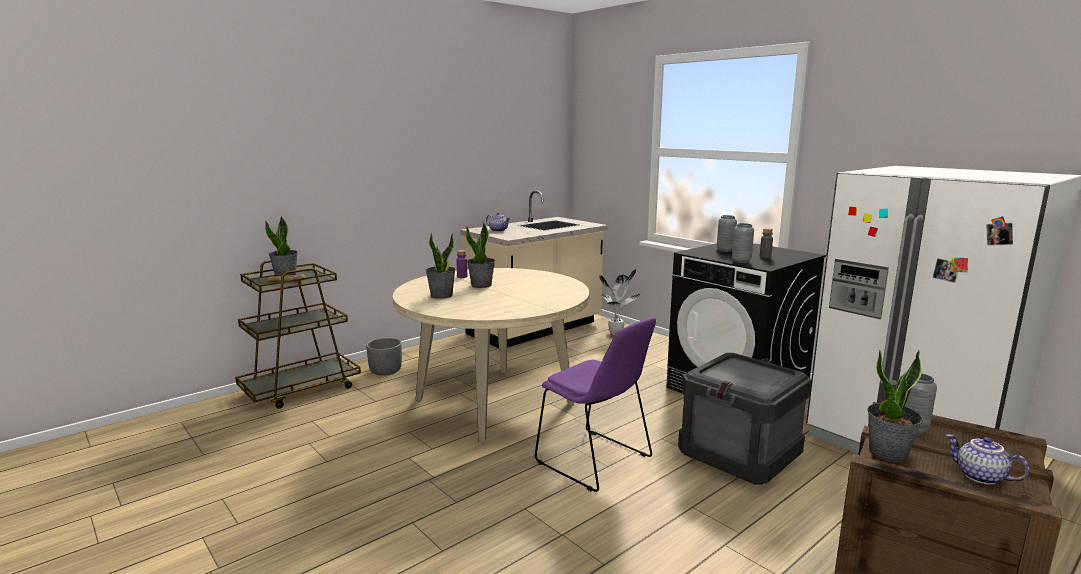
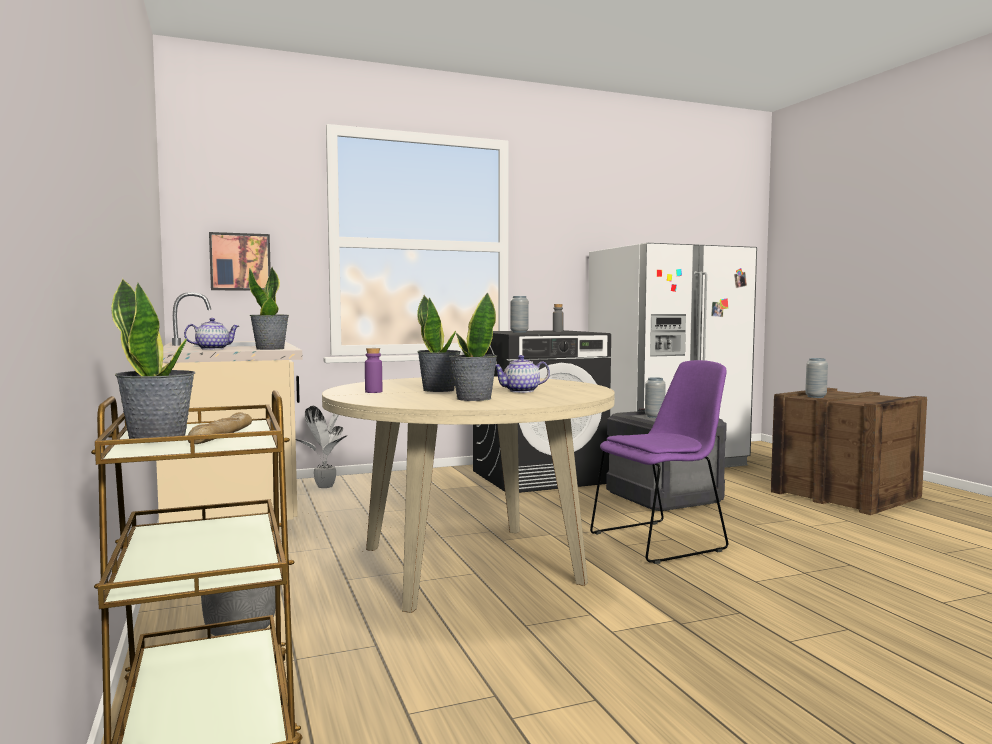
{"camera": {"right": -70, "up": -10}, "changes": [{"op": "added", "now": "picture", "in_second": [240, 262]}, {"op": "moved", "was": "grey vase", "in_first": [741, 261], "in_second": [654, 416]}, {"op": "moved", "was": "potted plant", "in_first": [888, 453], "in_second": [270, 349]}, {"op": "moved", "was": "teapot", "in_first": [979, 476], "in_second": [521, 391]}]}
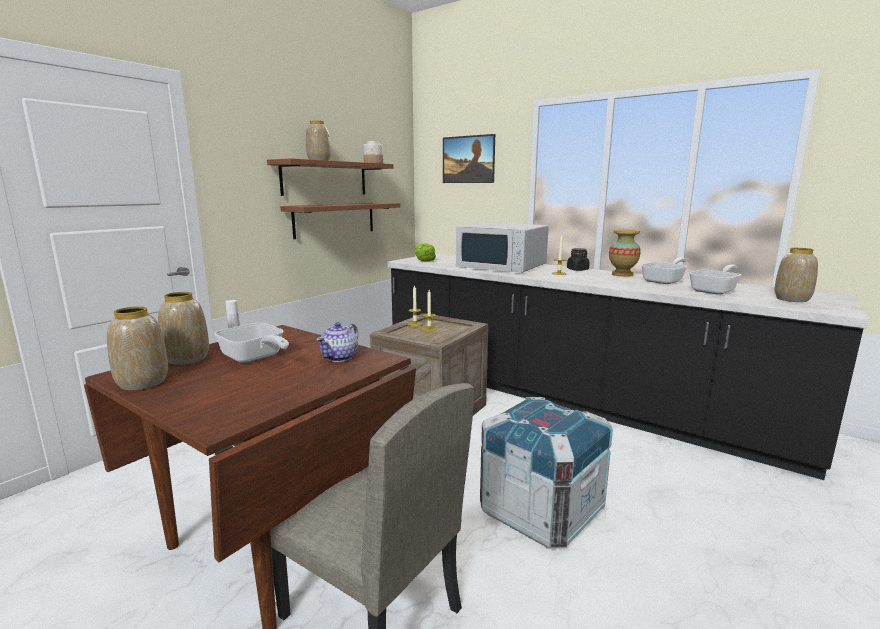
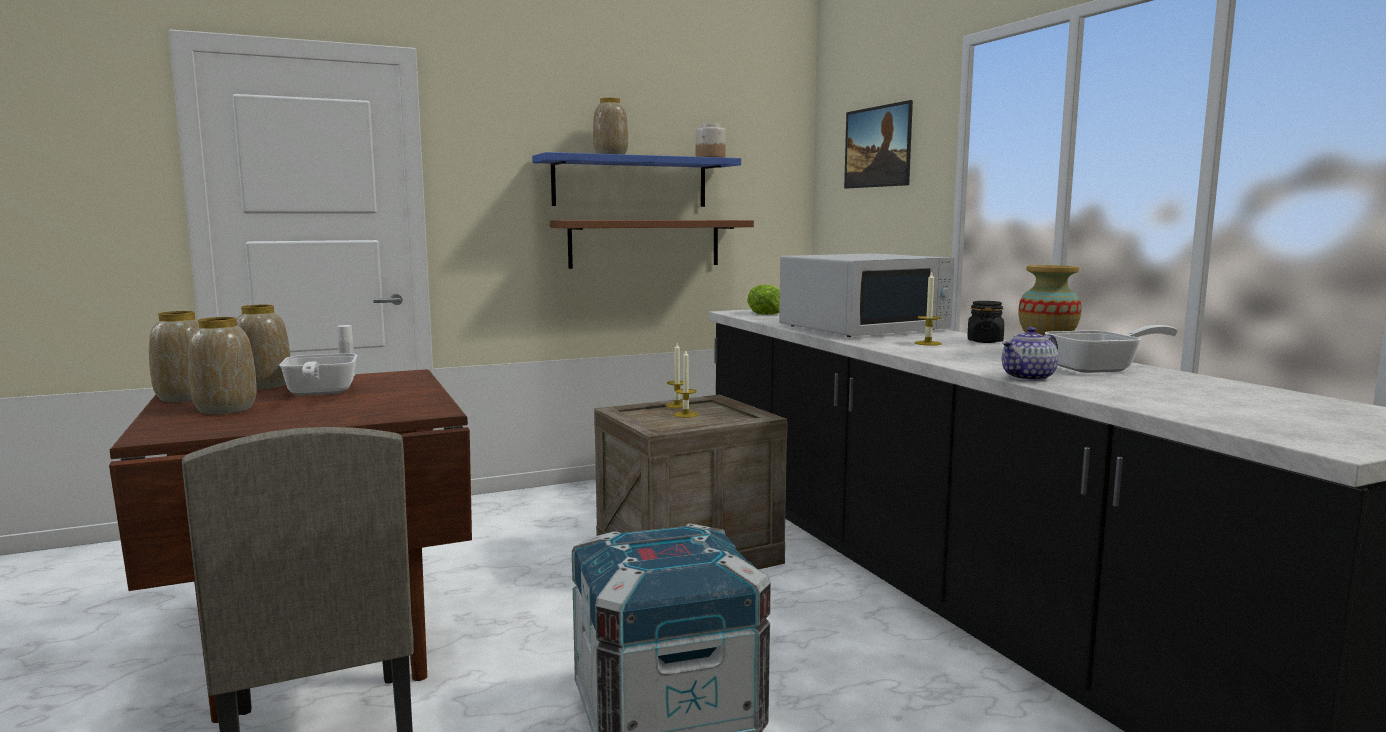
{"camera": {"right": 30, "up": -5}, "changes": [{"op": "removed", "was": "frying pan", "in_first": [715, 291]}, {"op": "moved", "was": "teapot", "in_first": [340, 357], "in_second": [1029, 377]}, {"op": "moved", "was": "vase", "in_first": [791, 299], "in_second": [225, 409]}, {"op": "recoloured", "was": "brown shelf", "now": "blue shelf", "in_first": [325, 178], "in_second": [630, 182]}, {"op": "turned", "was": "white microwave", "in_first": [502, 266], "in_second": [864, 328], "clockwise": -90}]}
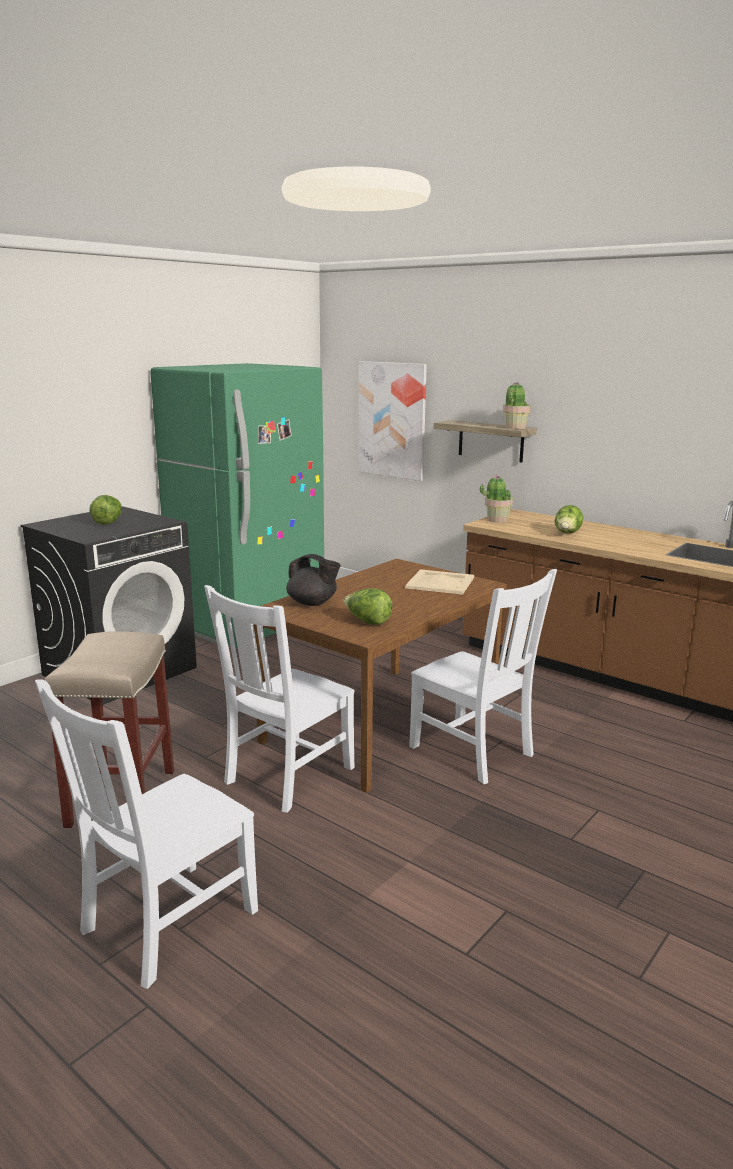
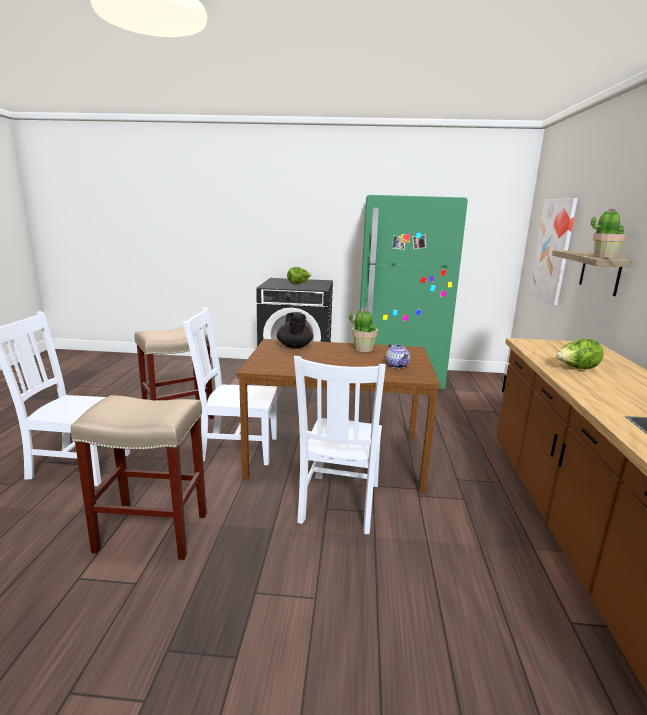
{"camera": {"right": 55, "up": 0}, "changes": [{"op": "removed", "was": "lettuce", "in_first": [367, 622]}, {"op": "added", "now": "beige stool", "in_second": [154, 532]}, {"op": "moved", "was": "potted plant", "in_first": [497, 520], "in_second": [363, 349]}, {"op": "replaced", "was": "beige tray", "now": "teapot", "in_first": [440, 582], "in_second": [397, 365]}]}
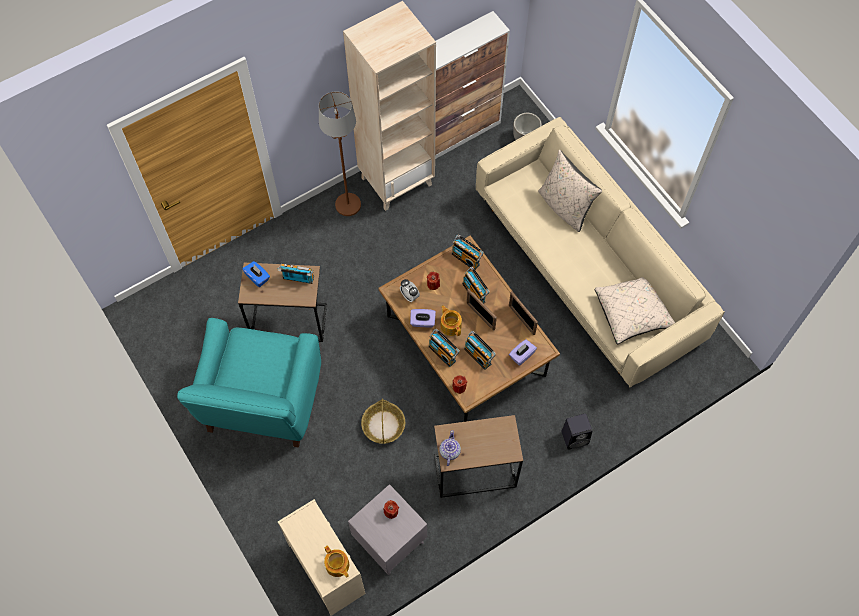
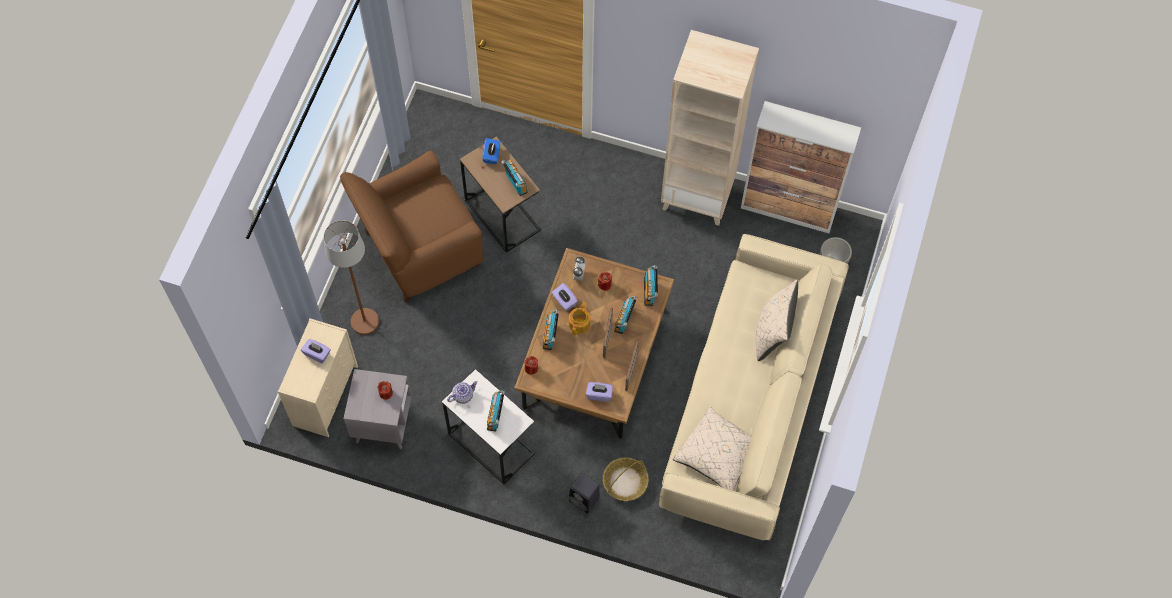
{"camera": {"right": 50, "up": 0}, "changes": [{"op": "removed", "was": "teapot", "in_first": [337, 565]}, {"op": "added", "now": "purple tissue box", "in_second": [317, 354]}, {"op": "moved", "was": "brown floor lamp", "in_first": [347, 205], "in_second": [364, 321]}, {"op": "moved", "was": "basket", "in_first": [383, 425], "in_second": [625, 482]}, {"op": "moved", "was": "radio", "in_first": [478, 355], "in_second": [496, 416]}, {"op": "recoloured", "was": "turquoise armchair", "now": "brown armchair", "in_first": [261, 403], "in_second": [418, 249]}, {"op": "recoloured", "was": "brown side table", "now": "white side table", "in_first": [474, 471], "in_second": [491, 443]}]}
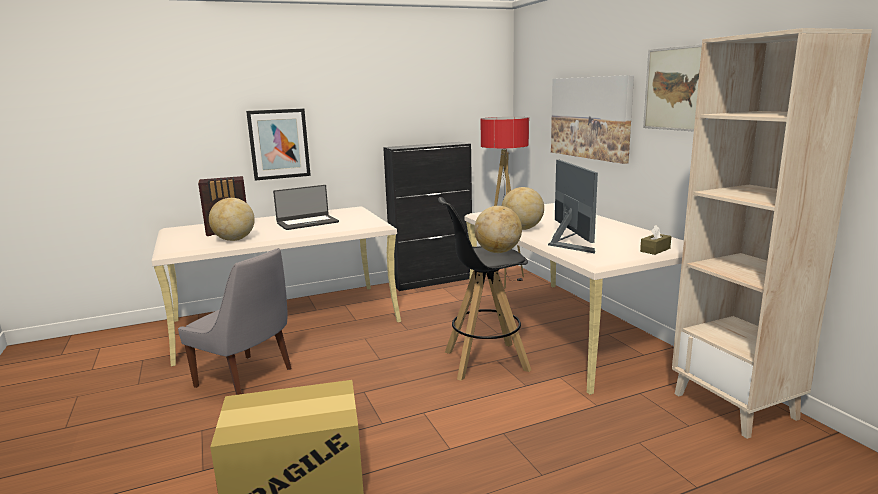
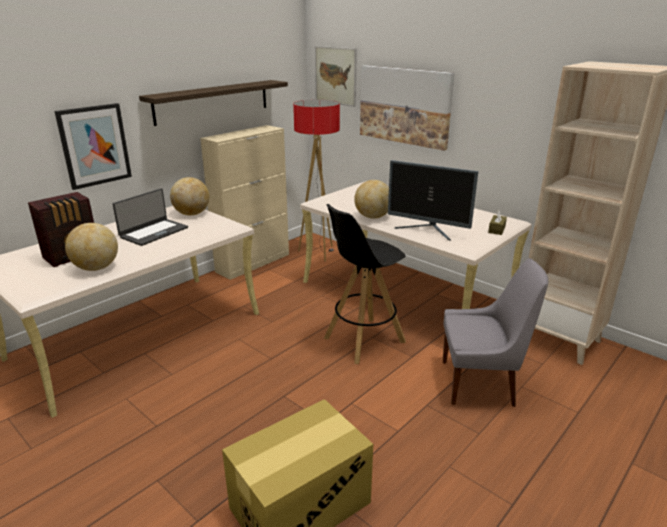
{"camera": {"right": -25, "up": 10}, "changes": [{"op": "added", "now": "shelf", "in_second": [213, 101]}, {"op": "moved", "was": "grey chair", "in_first": [247, 378], "in_second": [480, 383]}, {"op": "moved", "was": "globe", "in_first": [498, 252], "in_second": [192, 214]}, {"op": "moved", "was": "picture", "in_first": [676, 89], "in_second": [335, 76]}, {"op": "recoloured", "was": "black cabinet", "now": "beige cabinet", "in_first": [432, 281], "in_second": [253, 263]}, {"op": "turned", "was": "monitor", "in_first": [568, 244], "in_second": [428, 231], "clockwise": 150}]}
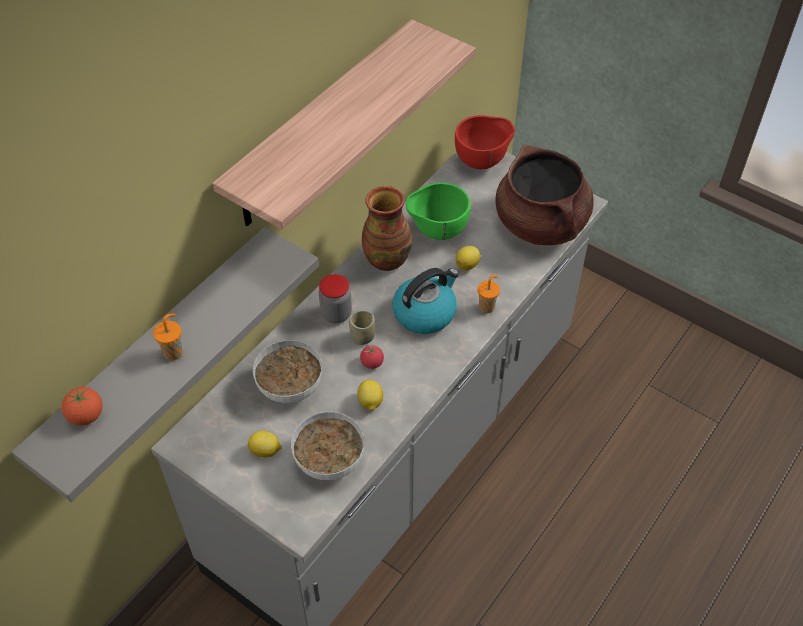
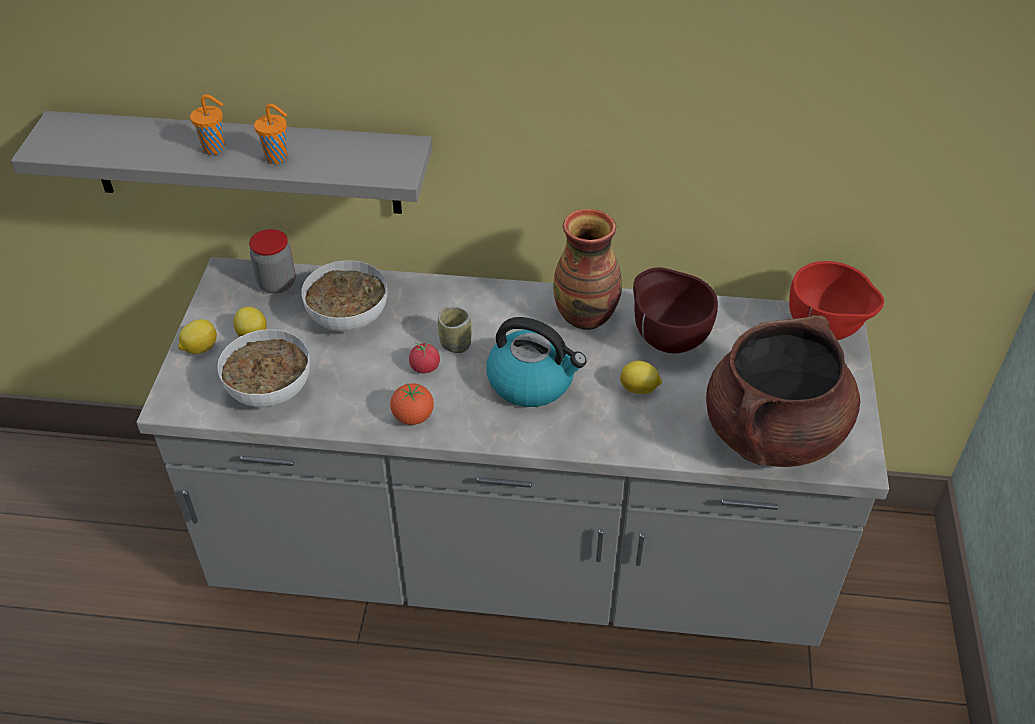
{"camera": {"right": 60, "up": -5}, "changes": [{"op": "removed", "was": "shelf", "in_first": [321, 126]}, {"op": "moved", "was": "tomato", "in_first": [86, 416], "in_second": [413, 417]}, {"op": "moved", "was": "jar", "in_first": [336, 314], "in_second": [277, 283]}, {"op": "moved", "was": "lemon", "in_first": [370, 402], "in_second": [200, 348]}, {"op": "moved", "was": "orange cup", "in_first": [487, 307], "in_second": [278, 158]}, {"op": "recoloured", "was": "green bowl", "now": "brown bowl", "in_first": [436, 232], "in_second": [667, 340]}]}
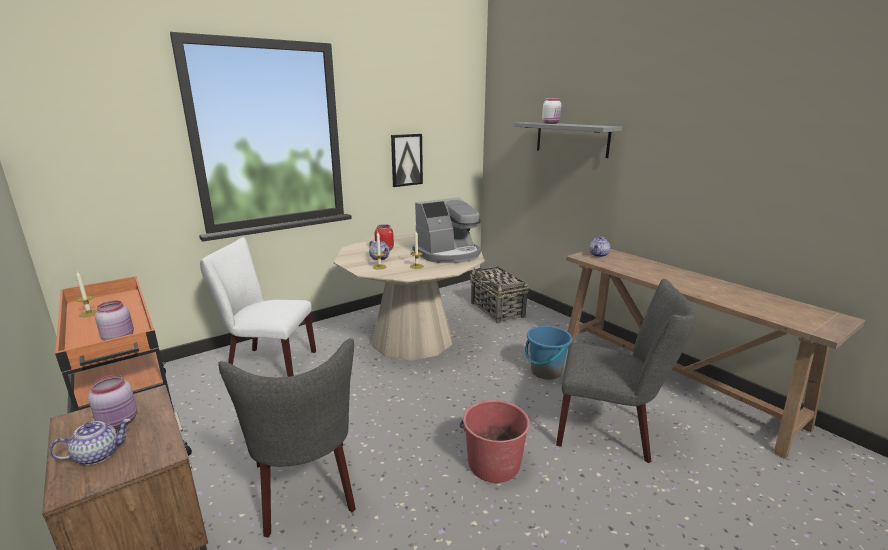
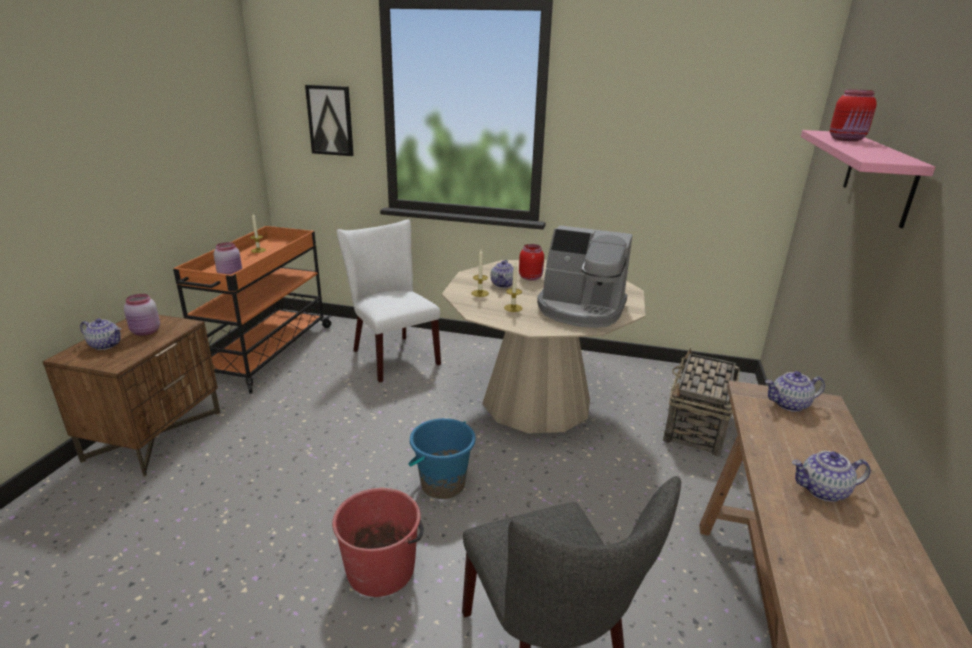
{"camera": {"right": 50, "up": 5}, "changes": [{"op": "removed", "was": "grey chair", "in_first": [307, 491]}, {"op": "added", "now": "teapot", "in_second": [823, 491]}, {"op": "moved", "was": "picture", "in_first": [406, 160], "in_second": [330, 120]}, {"op": "moved", "was": "blue bucket", "in_first": [545, 371], "in_second": [442, 484]}, {"op": "recoloured", "was": "grey shelf", "now": "pink shelf", "in_first": [571, 139], "in_second": [878, 176]}, {"op": "recoloured", "was": "white jar", "now": "red jar", "in_first": [551, 123], "in_second": [847, 139]}]}
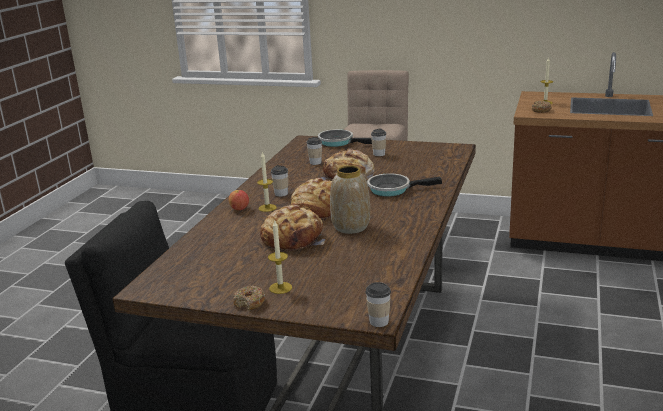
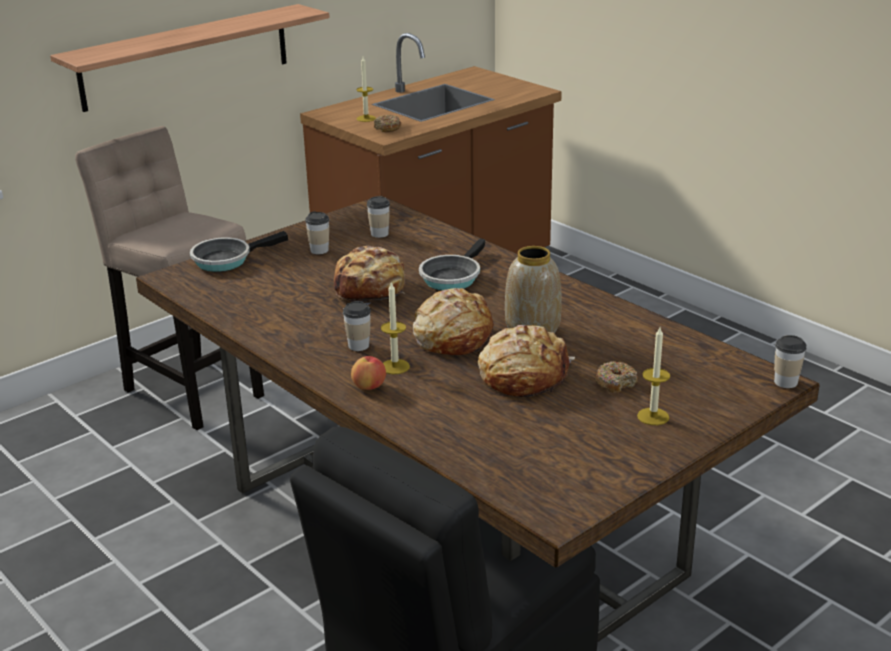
{"camera": {"right": -60, "up": 5}, "changes": [{"op": "added", "now": "shelf", "in_second": [186, 57]}, {"op": "moved", "was": "donut", "in_first": [250, 303], "in_second": [615, 383]}, {"op": "moved", "was": "cup", "in_first": [315, 162], "in_second": [379, 234]}]}
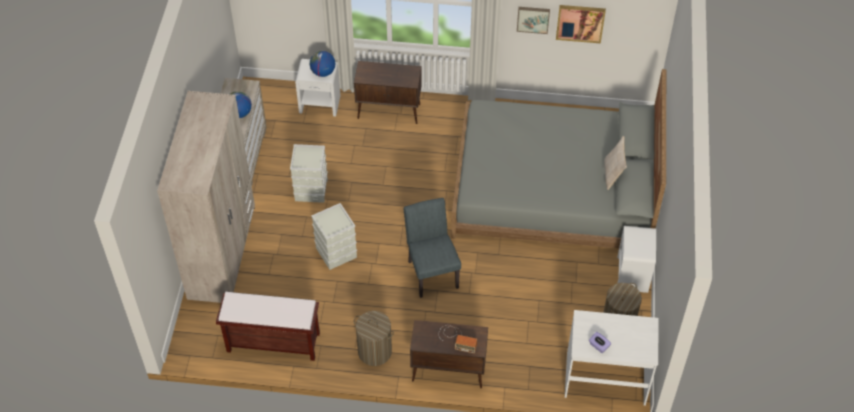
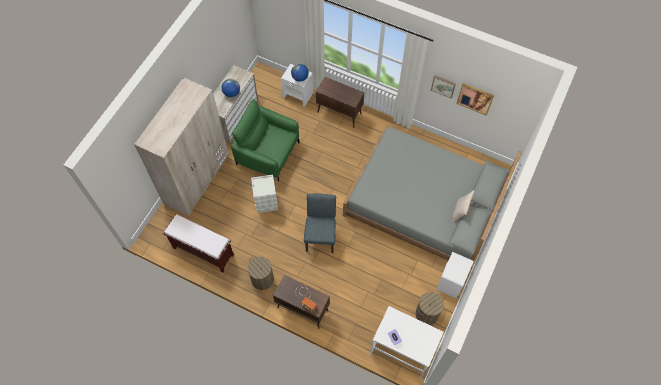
{"camera": {"right": 20, "up": 10}, "changes": [{"op": "replaced", "was": "grey storage box", "now": "green armchair", "in_first": [311, 189], "in_second": [268, 153]}]}
